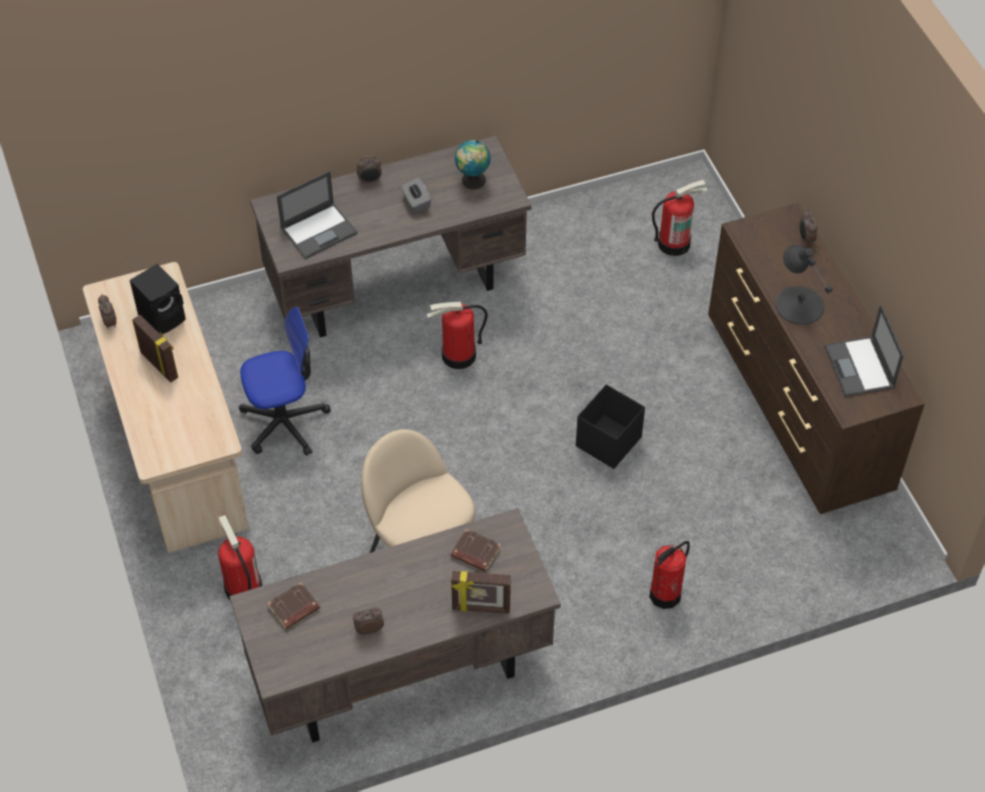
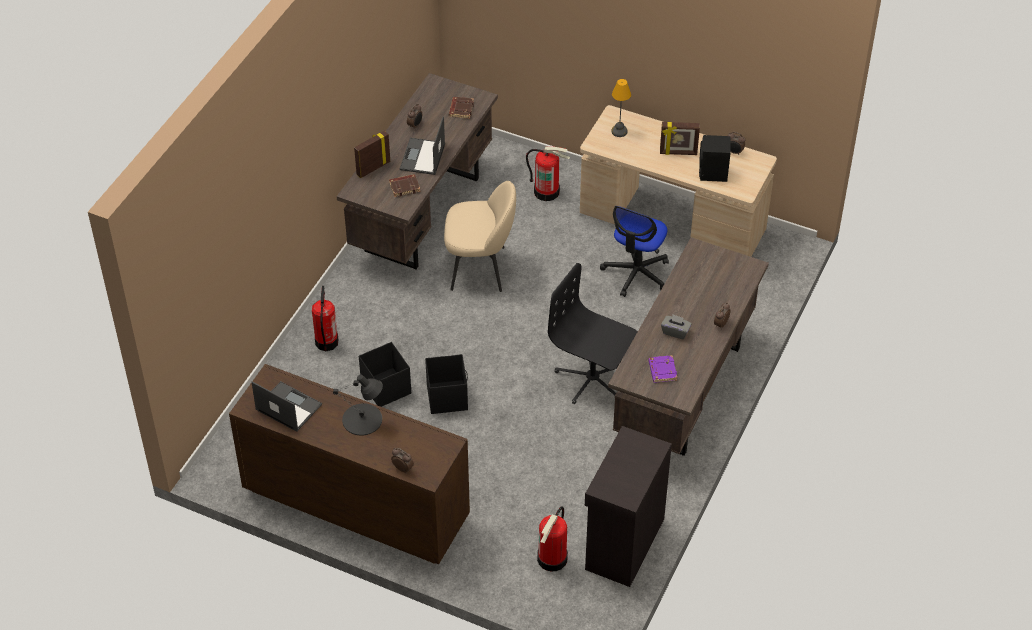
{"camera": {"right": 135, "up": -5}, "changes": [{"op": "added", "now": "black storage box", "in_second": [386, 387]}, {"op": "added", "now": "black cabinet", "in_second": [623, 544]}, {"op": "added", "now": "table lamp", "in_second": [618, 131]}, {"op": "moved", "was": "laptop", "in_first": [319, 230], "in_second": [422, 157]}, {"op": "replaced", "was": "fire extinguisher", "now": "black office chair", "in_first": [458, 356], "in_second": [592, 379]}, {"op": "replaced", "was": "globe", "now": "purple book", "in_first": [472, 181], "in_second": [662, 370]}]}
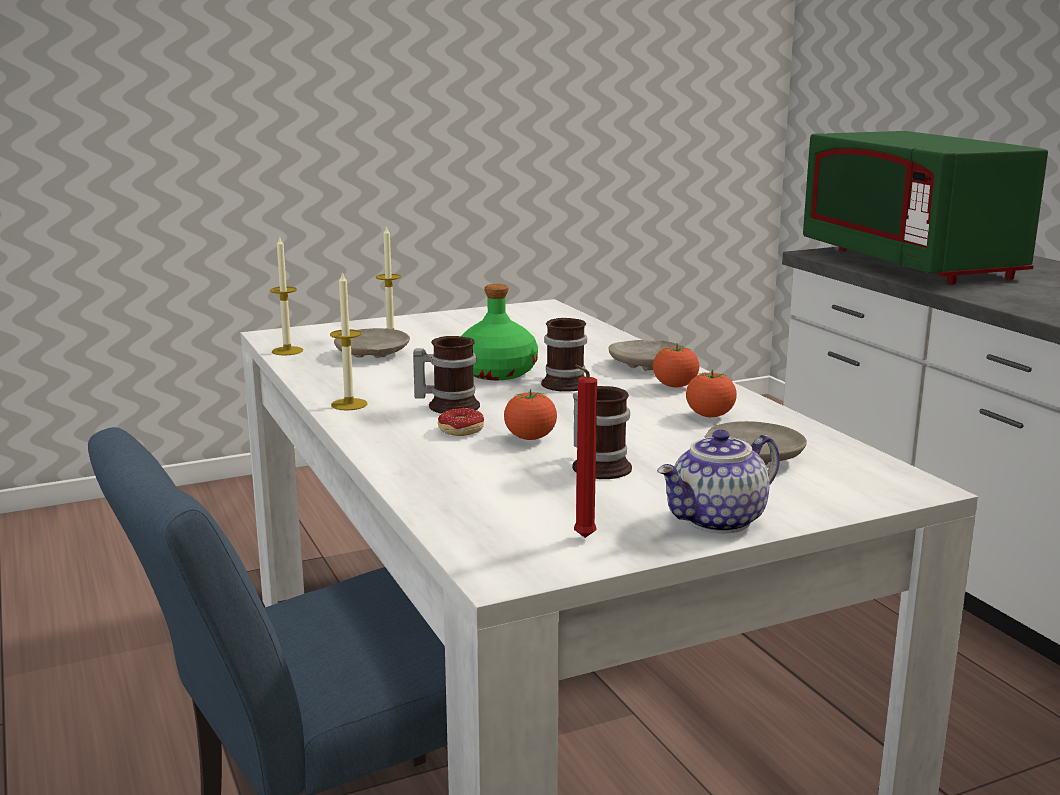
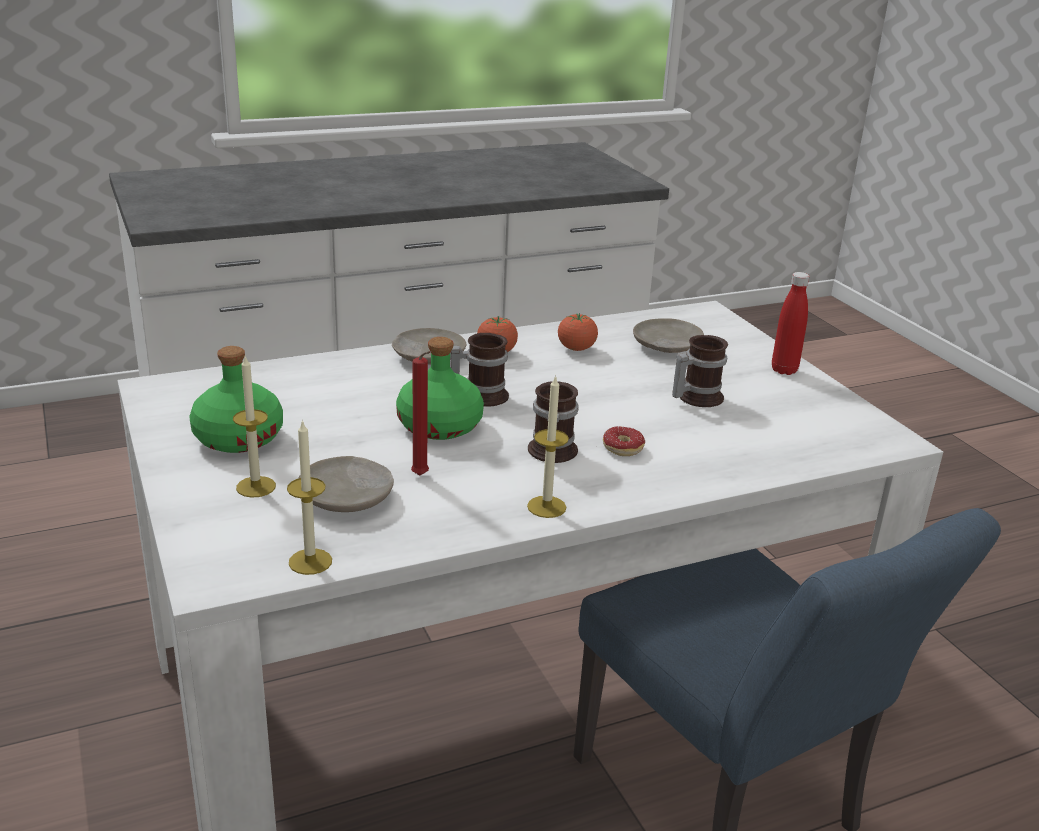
{"camera": {"right": -90, "up": 10}, "changes": [{"op": "removed", "was": "tomato", "in_first": [530, 438]}, {"op": "removed", "was": "green microwave", "in_first": [909, 263]}, {"op": "added", "now": "green bottle", "in_second": [238, 437]}, {"op": "moved", "was": "red candle", "in_first": [582, 539], "in_second": [421, 476]}, {"op": "replaced", "was": "teapot", "now": "red bottle", "in_first": [718, 521], "in_second": [784, 370]}]}
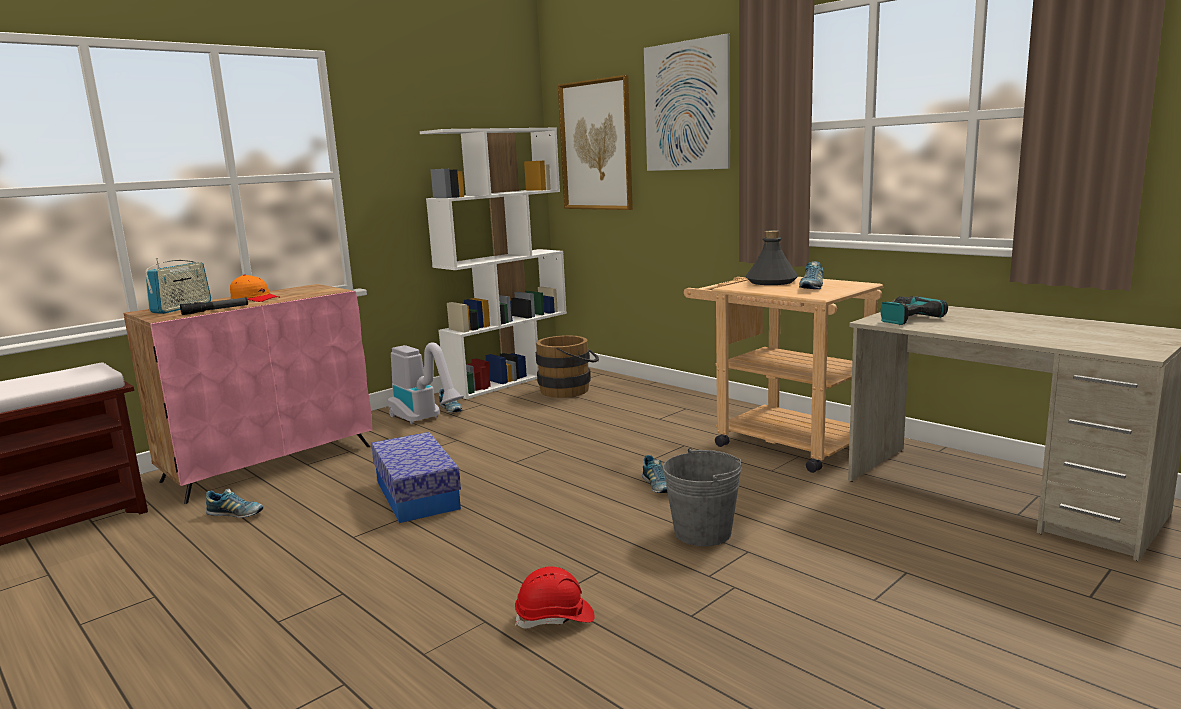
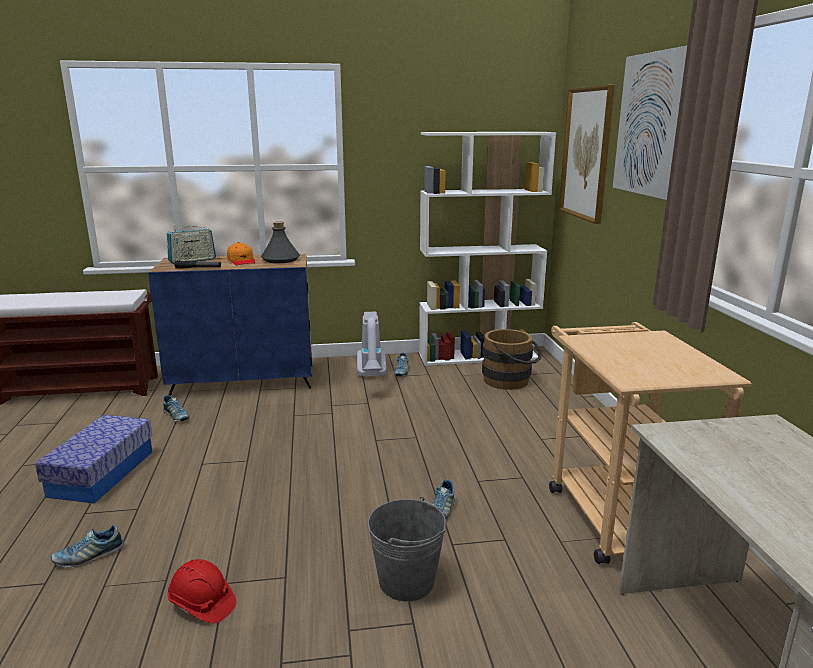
{"camera": {"right": 35, "up": 5}, "changes": [{"op": "removed", "was": "power drill", "in_first": [905, 318]}, {"op": "moved", "was": "storage box", "in_first": [417, 495], "in_second": [102, 473]}, {"op": "moved", "was": "grey bottle", "in_first": [771, 282], "in_second": [280, 260]}, {"op": "moved", "was": "shoe", "in_first": [811, 287], "in_second": [89, 556]}, {"op": "recoloured", "was": "pink cabinet", "now": "blue cabinet", "in_first": [270, 463], "in_second": [244, 381]}]}
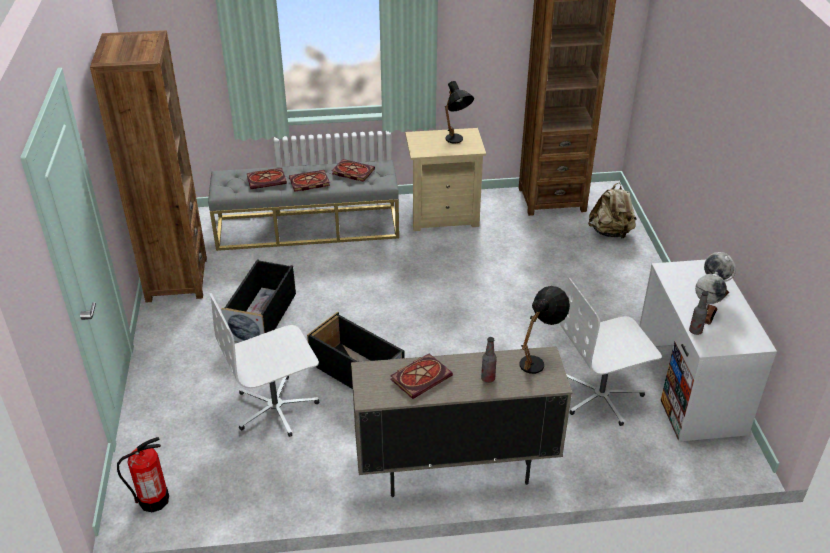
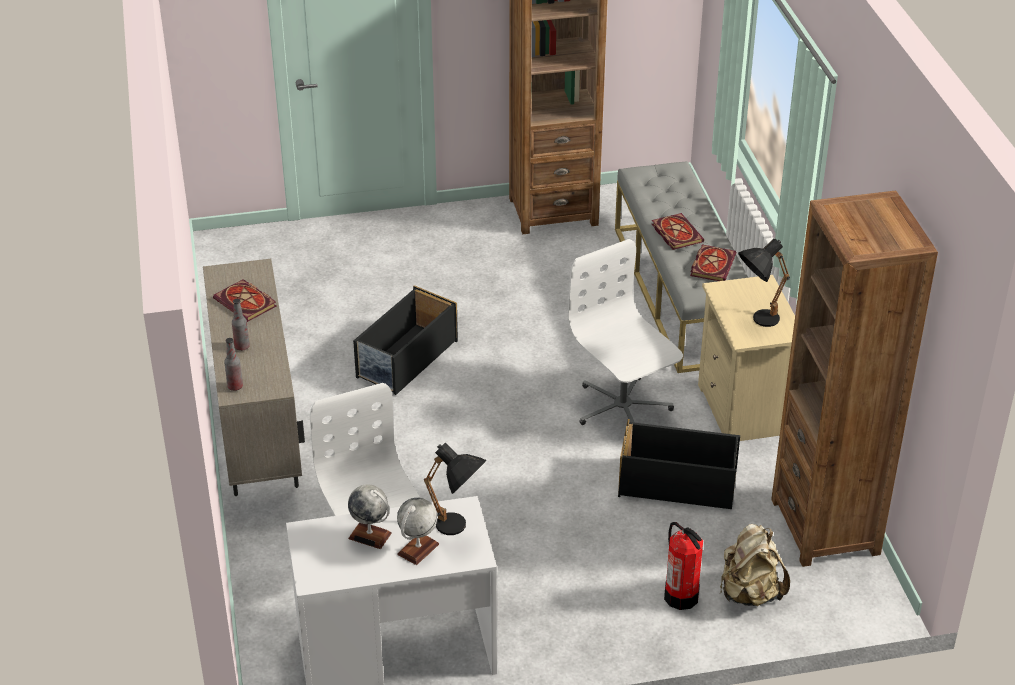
{"camera": {"right": 85, "up": 0}, "changes": [{"op": "removed", "was": "book", "in_first": [267, 180]}, {"op": "moved", "was": "fire extinguisher", "in_first": [153, 500], "in_second": [681, 596]}, {"op": "moved", "was": "white office chair", "in_first": [276, 408], "in_second": [622, 408]}, {"op": "moved", "was": "black storage box", "in_first": [262, 316], "in_second": [678, 484]}, {"op": "moved", "was": "black table lamp", "in_first": [538, 360], "in_second": [459, 530]}, {"op": "moved", "was": "bottle", "in_first": [695, 331], "in_second": [235, 386]}]}
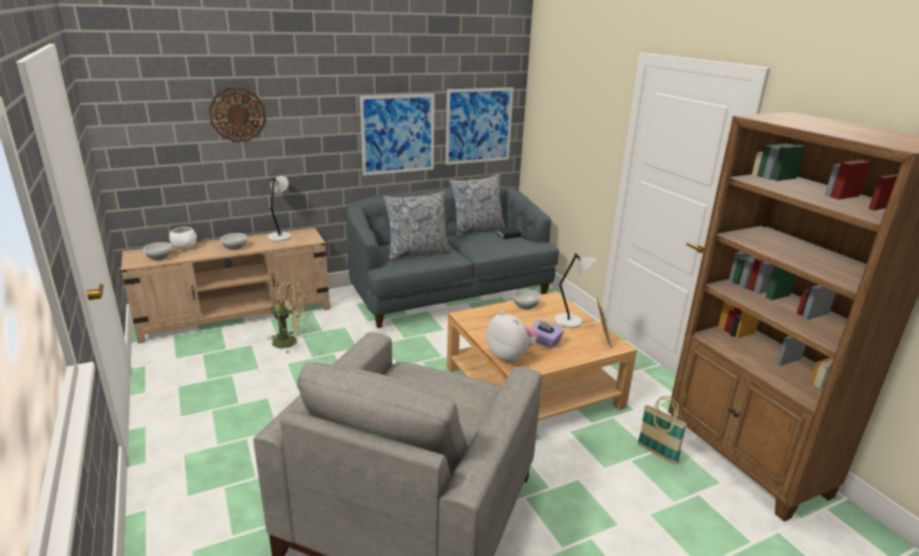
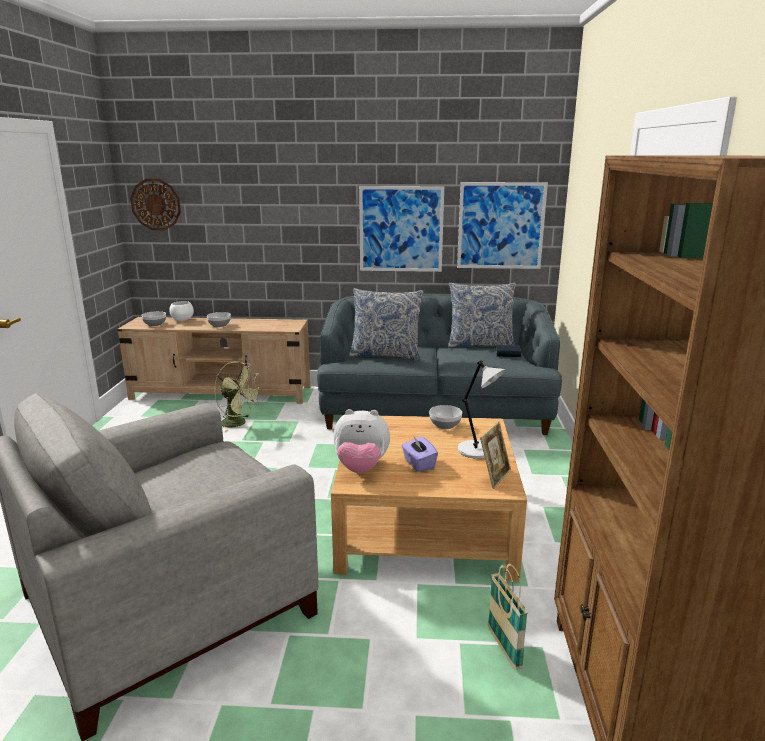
{"camera": {"right": 30, "up": -5}, "changes": [{"op": "removed", "was": "grey table lamp", "in_first": [280, 236]}, {"op": "moved", "was": "wall clock", "in_first": [237, 115], "in_second": [156, 204]}, {"op": "turned", "was": "plush toy", "in_first": [510, 356], "in_second": [361, 468], "clockwise": 105}]}
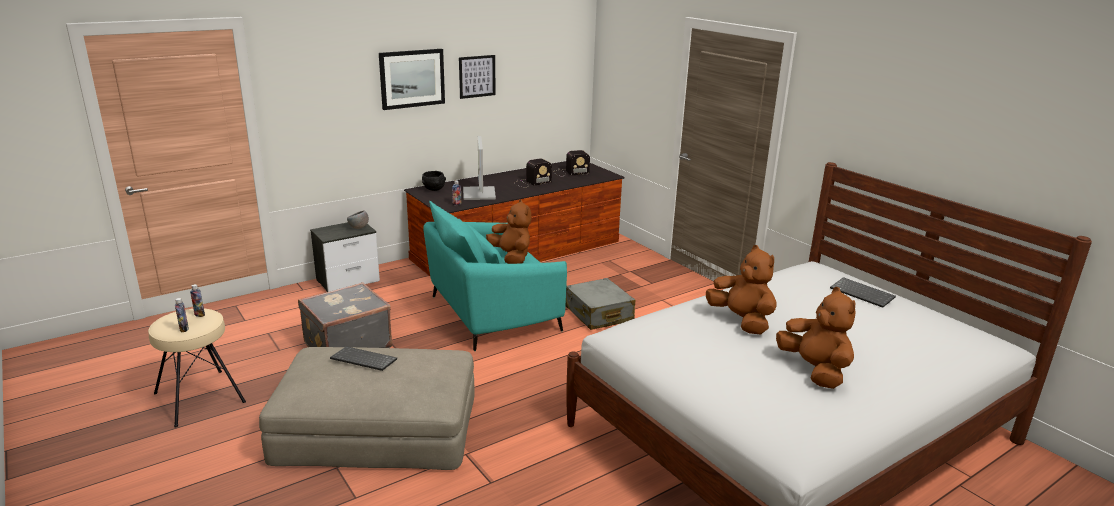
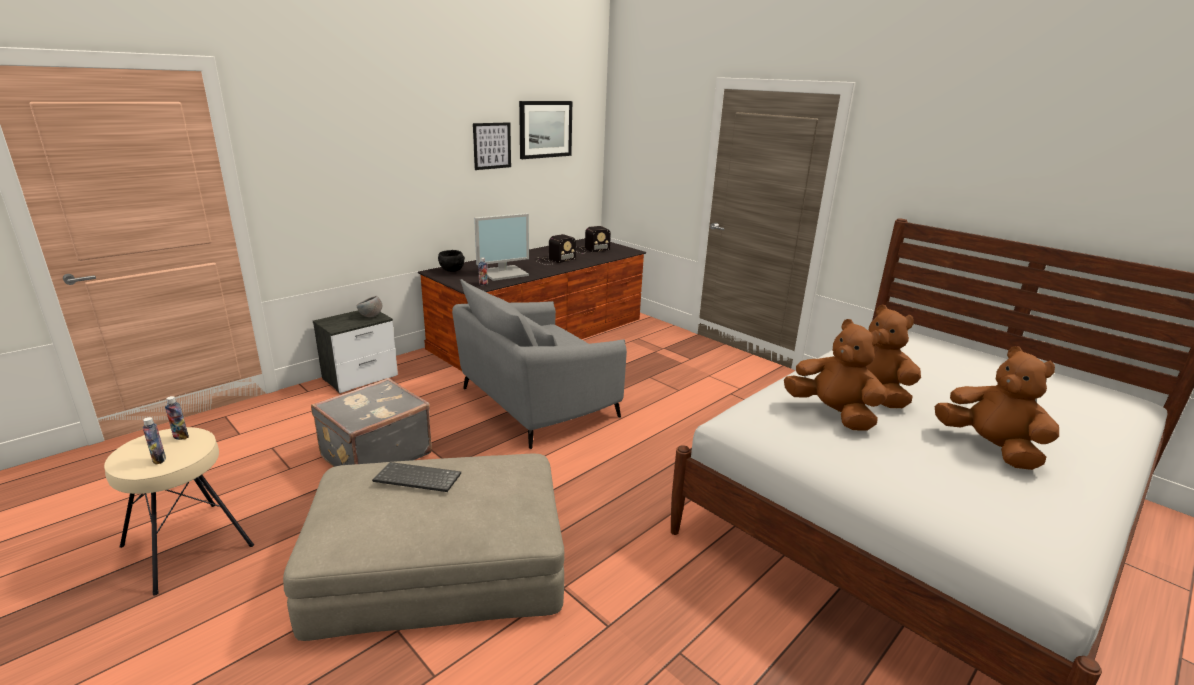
{"camera": {"right": -10, "up": 0}, "changes": [{"op": "removed", "was": "grey suitcase", "in_first": [599, 314]}, {"op": "removed", "was": "keyboard", "in_first": [863, 293]}, {"op": "moved", "was": "picture", "in_first": [412, 78], "in_second": [545, 129]}, {"op": "moved", "was": "brown plush toy", "in_first": [511, 257], "in_second": [832, 414]}, {"op": "recoloured", "was": "turquoise armchair", "now": "grey armchair", "in_first": [492, 313], "in_second": [536, 403]}, {"op": "turned", "was": "monitor", "in_first": [480, 194], "in_second": [504, 273], "clockwise": -105}]}
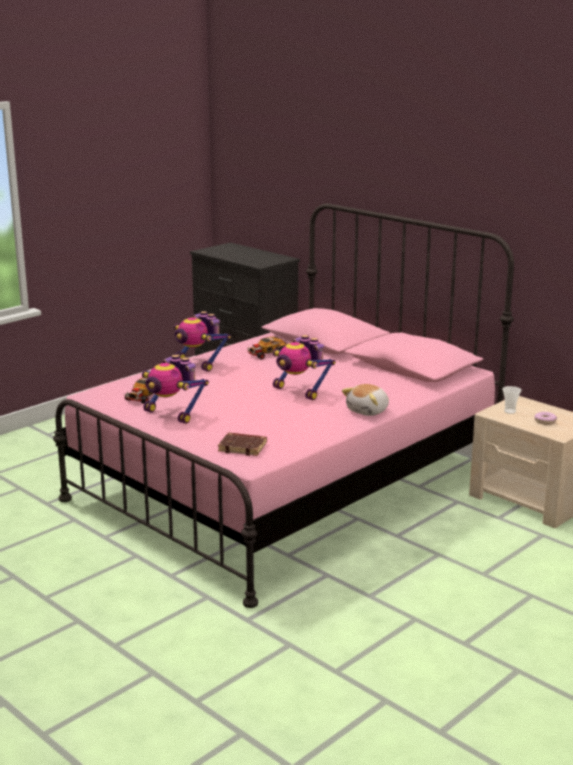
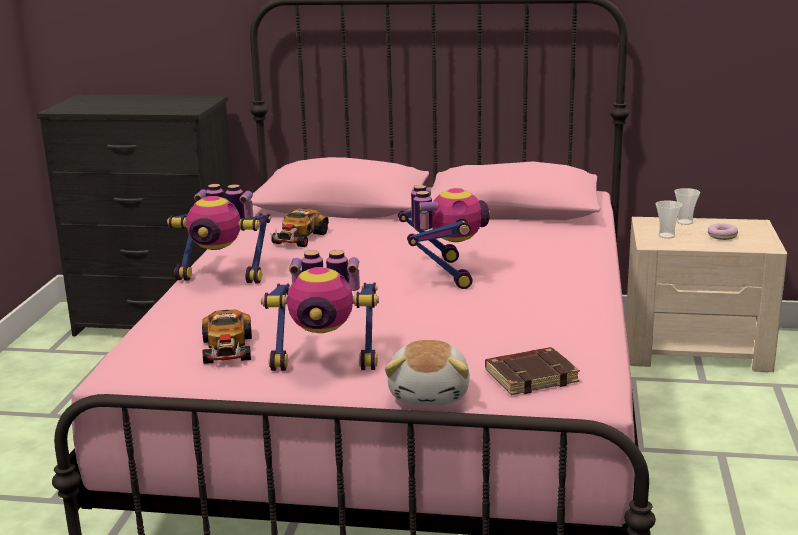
{"camera": {"right": -35, "up": 0}, "changes": [{"op": "added", "now": "cup", "in_second": [685, 222]}, {"op": "moved", "was": "plush toy", "in_first": [368, 411], "in_second": [430, 394]}, {"op": "turned", "was": "toy robot", "in_first": [300, 391], "in_second": [444, 274], "clockwise": -105}]}
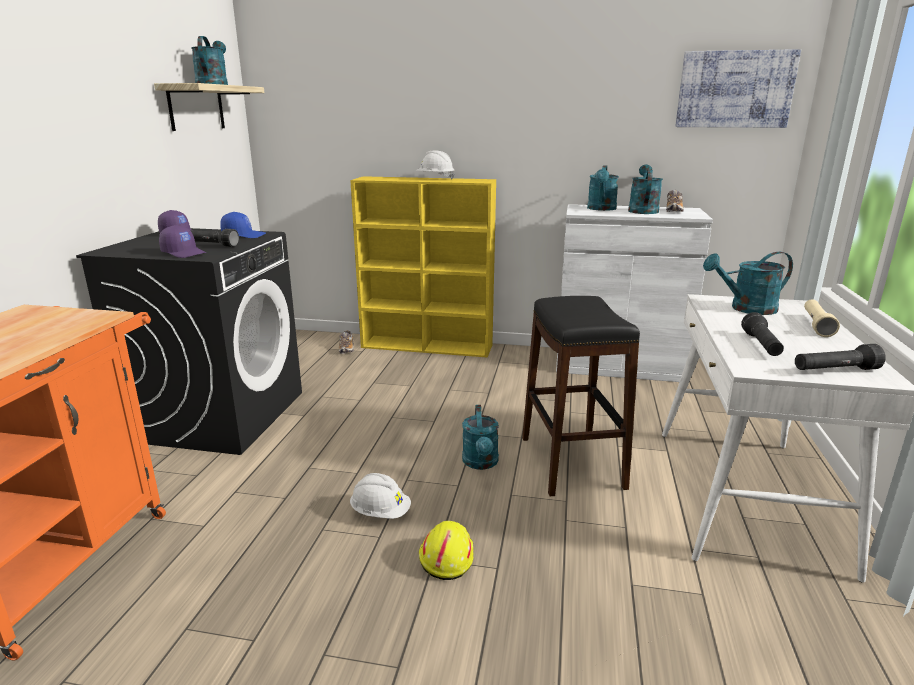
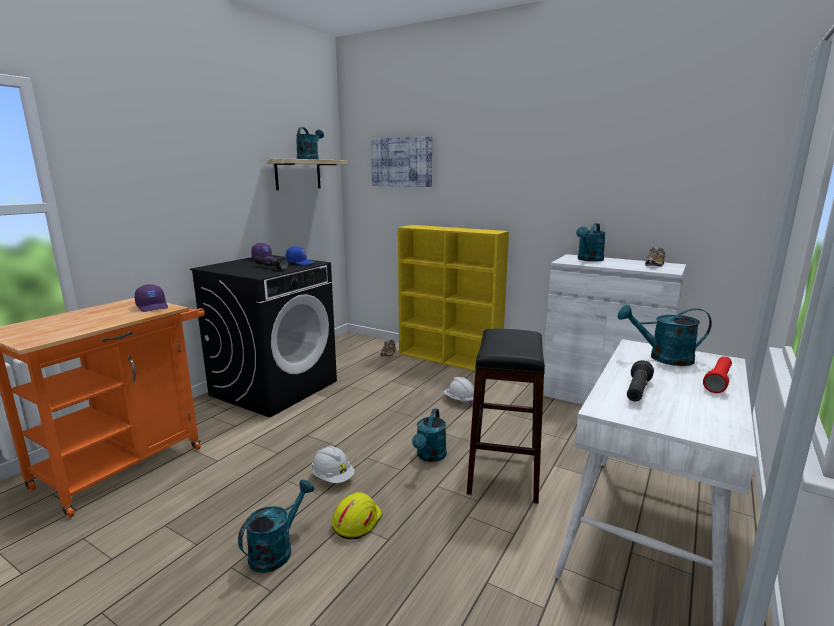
{"camera": {"right": 20, "up": -5}, "changes": [{"op": "removed", "was": "black flashlight", "in_first": [835, 370]}, {"op": "moved", "was": "purple cap", "in_first": [184, 253], "in_second": [153, 307]}, {"op": "moved", "was": "white hard hat", "in_first": [435, 179], "in_second": [460, 400]}, {"op": "moved", "was": "turquoise watering can", "in_first": [642, 210], "in_second": [276, 550]}, {"op": "moved", "was": "picture", "in_first": [735, 89], "in_second": [401, 162]}, {"op": "recoloured", "was": "beige flashlight", "now": "red flashlight", "in_first": [816, 325], "in_second": [718, 381]}]}
